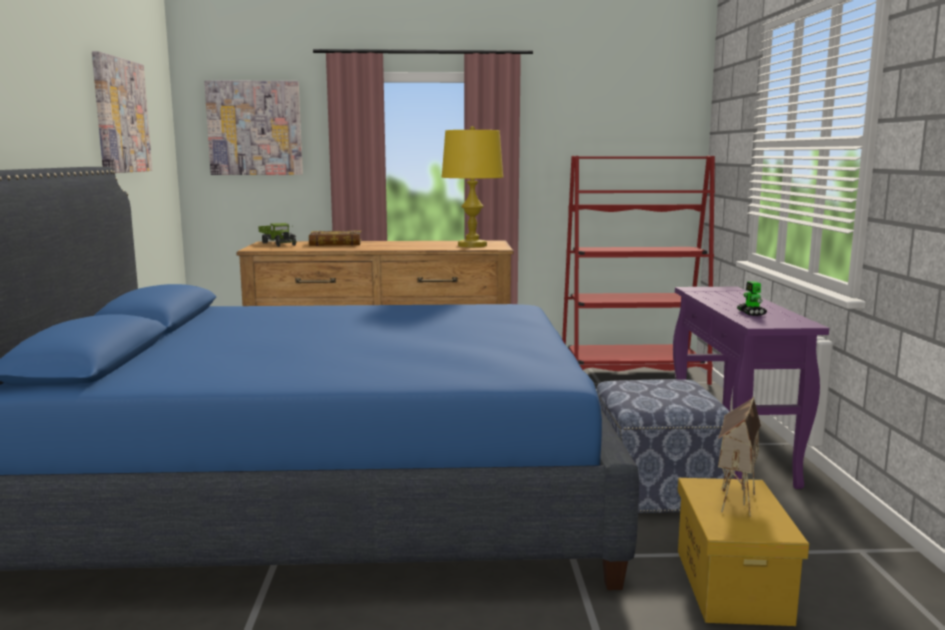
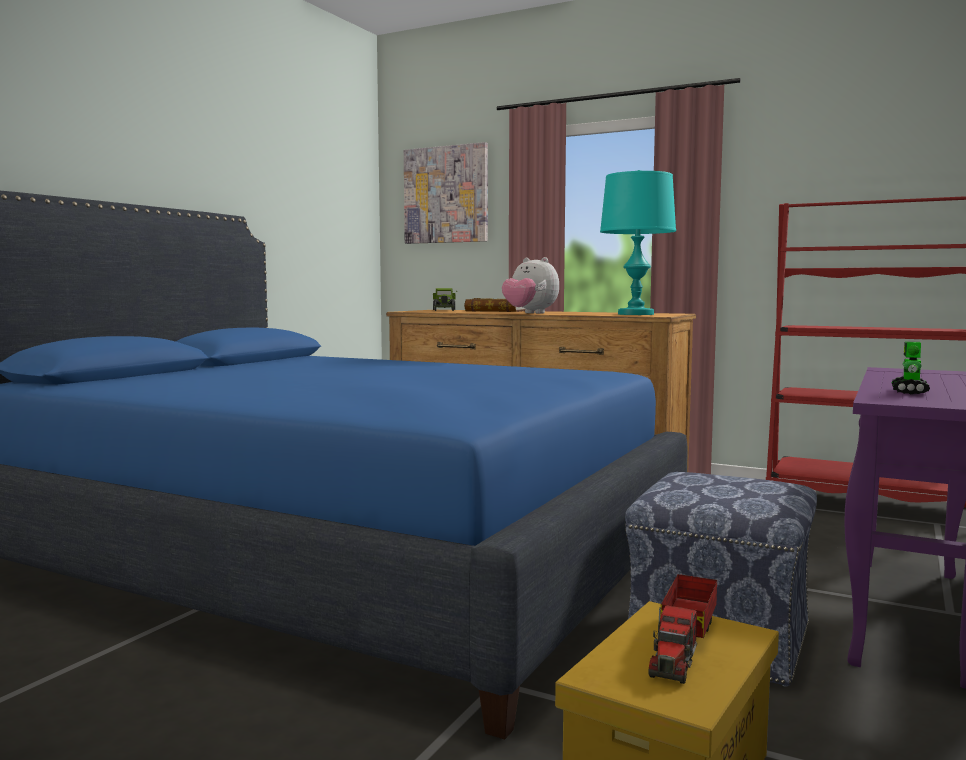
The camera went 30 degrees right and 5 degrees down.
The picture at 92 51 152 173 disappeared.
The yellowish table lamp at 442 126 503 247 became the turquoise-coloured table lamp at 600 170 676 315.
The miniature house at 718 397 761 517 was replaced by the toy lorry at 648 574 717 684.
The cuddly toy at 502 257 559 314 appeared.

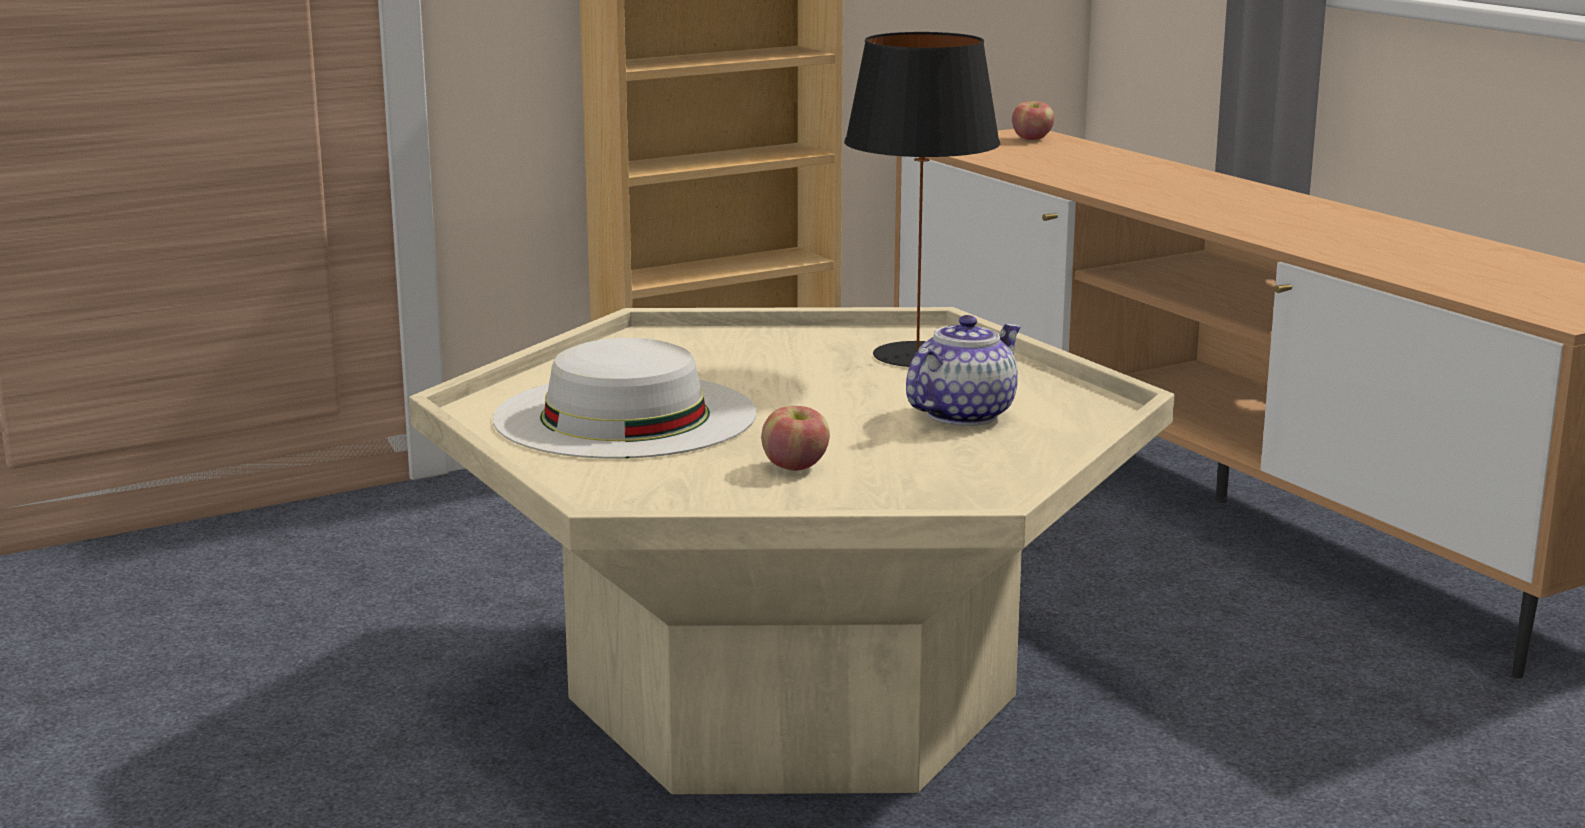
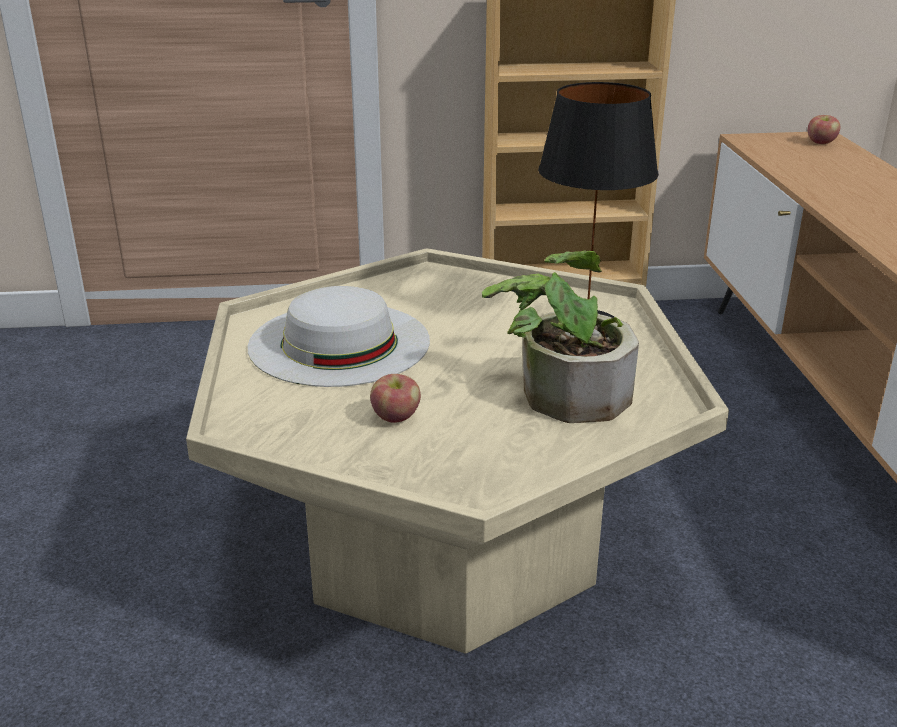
The camera went 25 degrees right and 10 degrees up.
The tea pot at 906 315 1021 426 was replaced by the houseplant at 482 251 639 423.

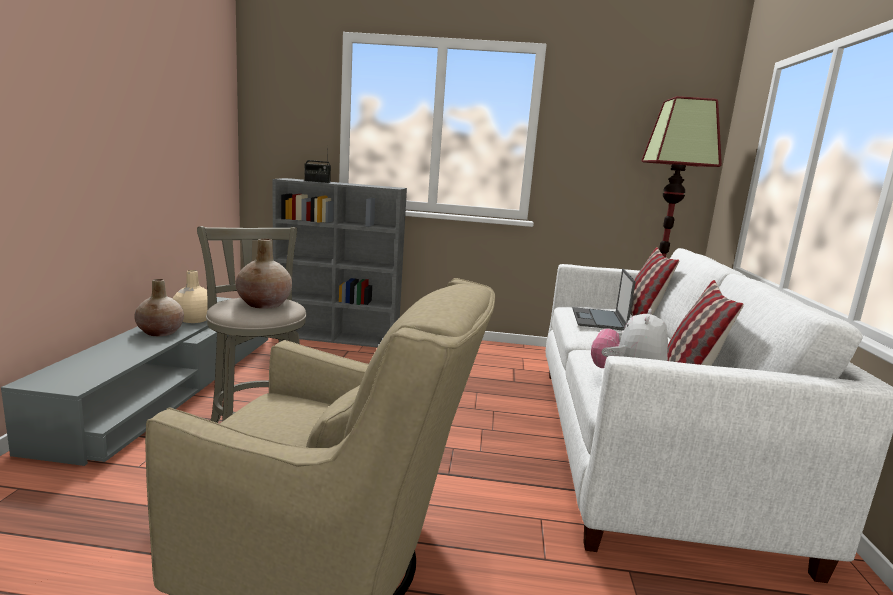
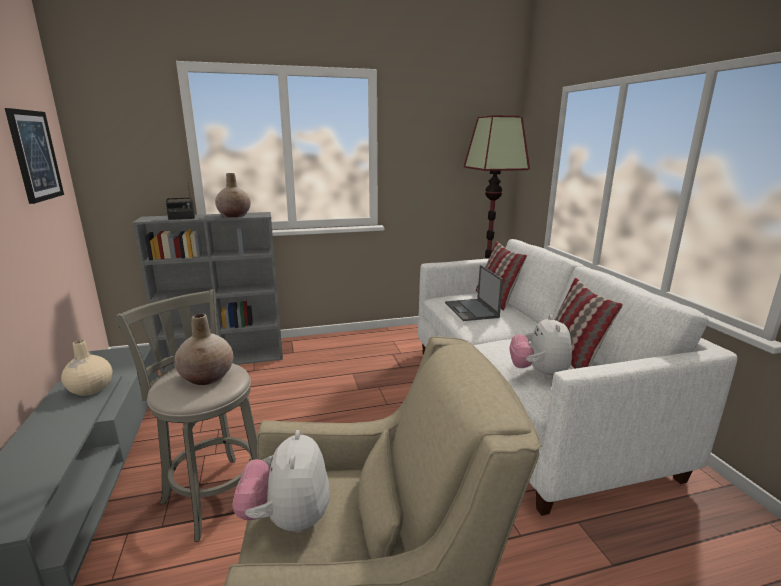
The camera went 20 degrees left and 5 degrees up.
The beige flower vase moved from 134 279 184 336 to 215 173 251 217.
The picture at 5 108 64 204 appeared.
The cuddly toy at 232 430 330 532 appeared.

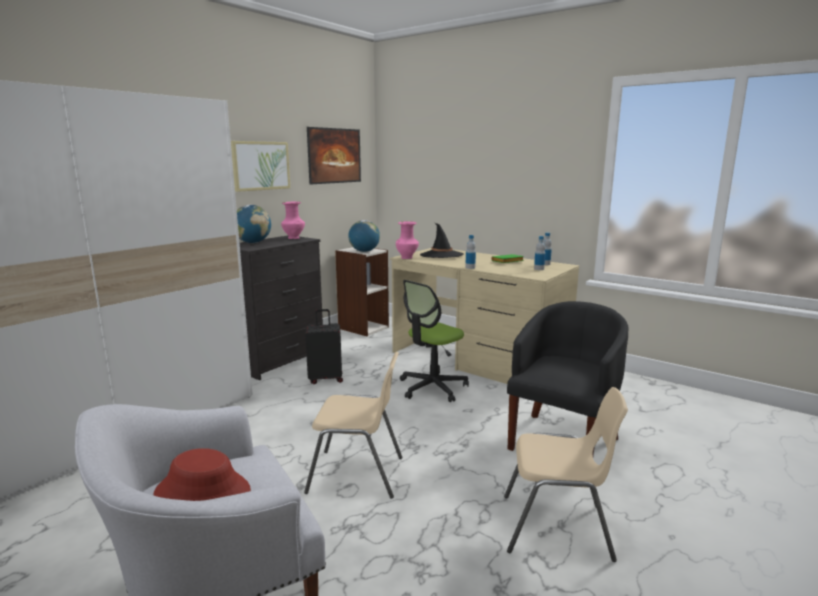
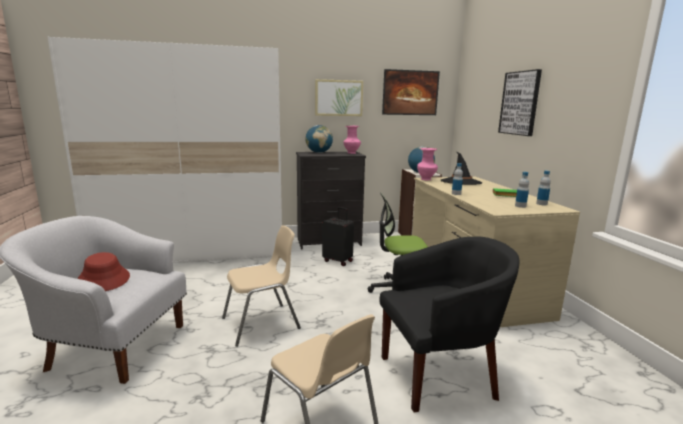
The camera went 40 degrees right and 0 degrees up.
The beige upright chair at 304 352 402 498 turned 75 degrees counterclockwise.
The picture at 498 69 542 136 appeared.

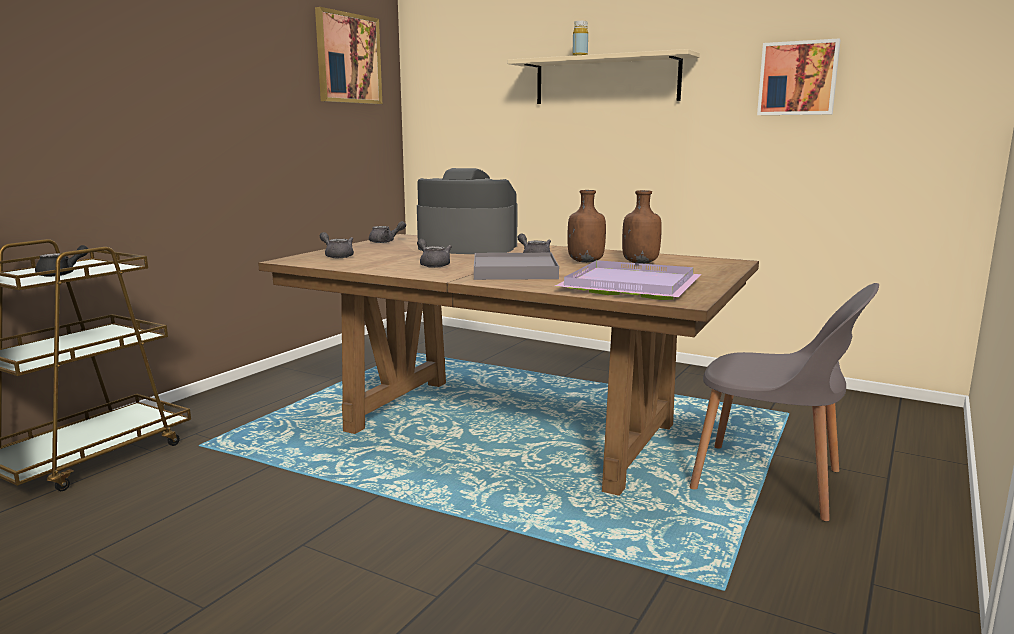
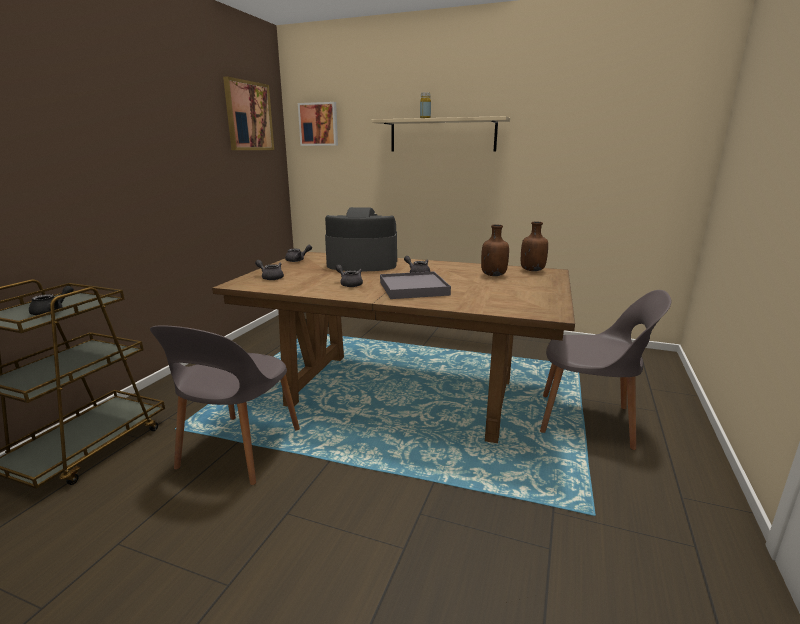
The camera went 10 degrees left and 5 degrees up.
The purple carrying tray at 555 260 701 300 disappeared.
The brownish bottle moved from 567 190 606 263 to 521 222 548 271.
The picture moved from 757 38 841 115 to 298 102 338 146.
The grey upright chair at 150 325 300 485 appeared.

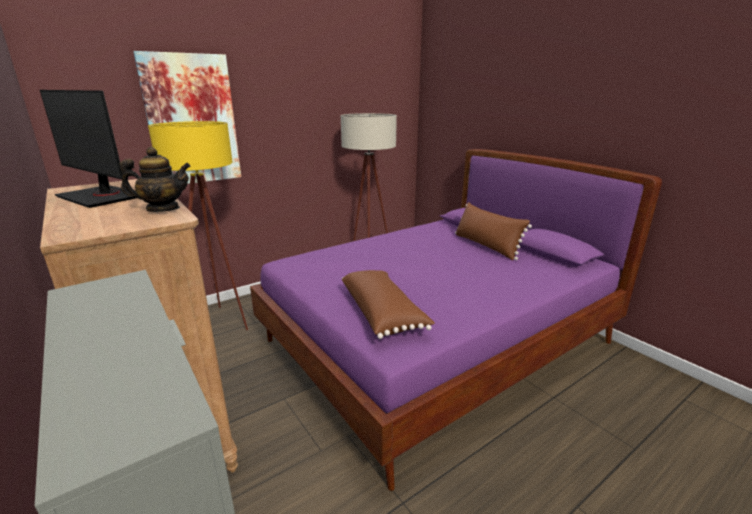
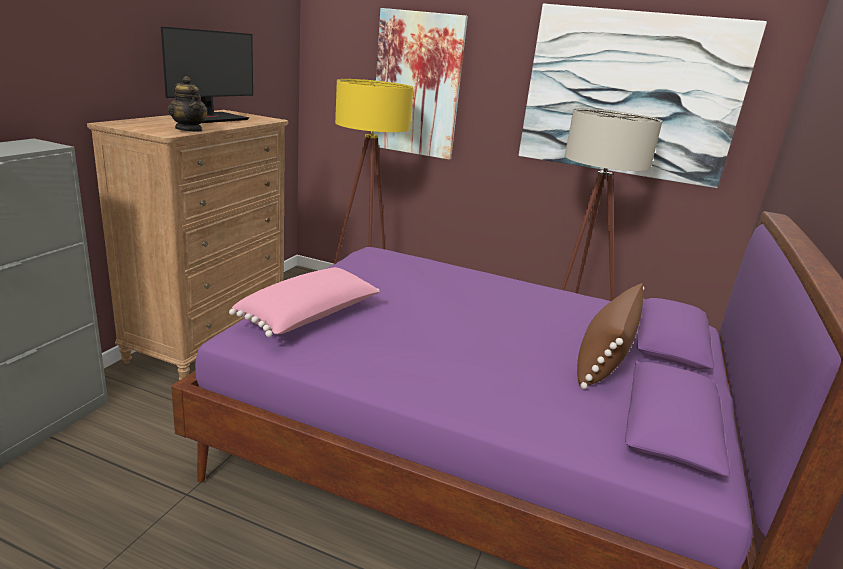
The camera went 55 degrees right and 0 degrees up.
The computer screen at 40 90 137 208 turned 150 degrees counterclockwise.
The brownish cushion at 342 270 435 339 became the pink cushion at 229 267 380 337.
The picture at 519 4 767 188 appeared.

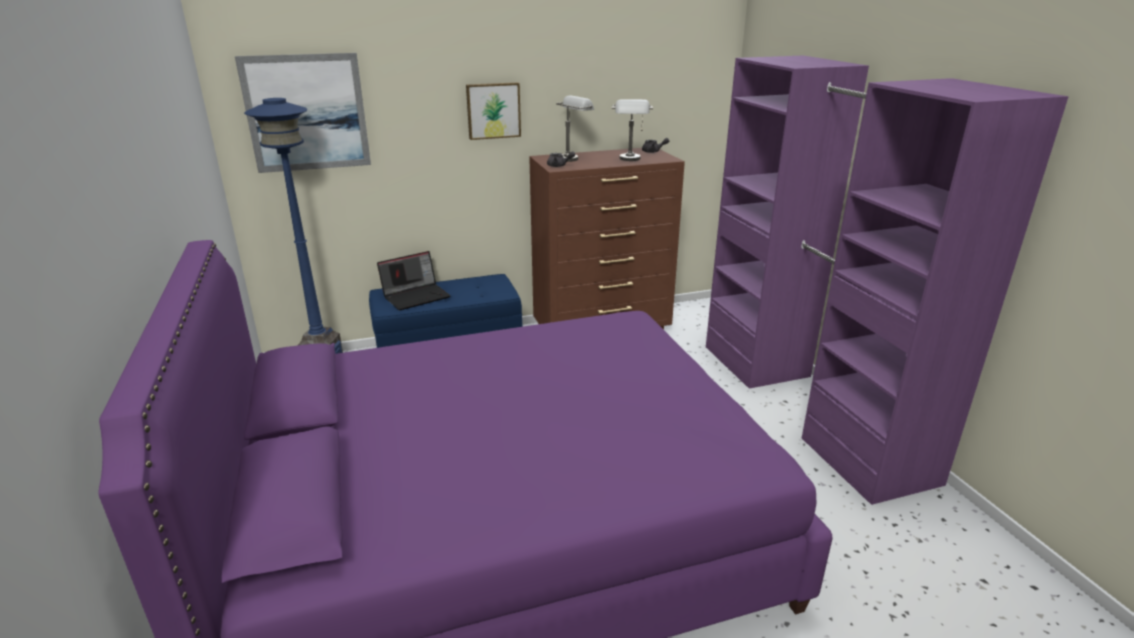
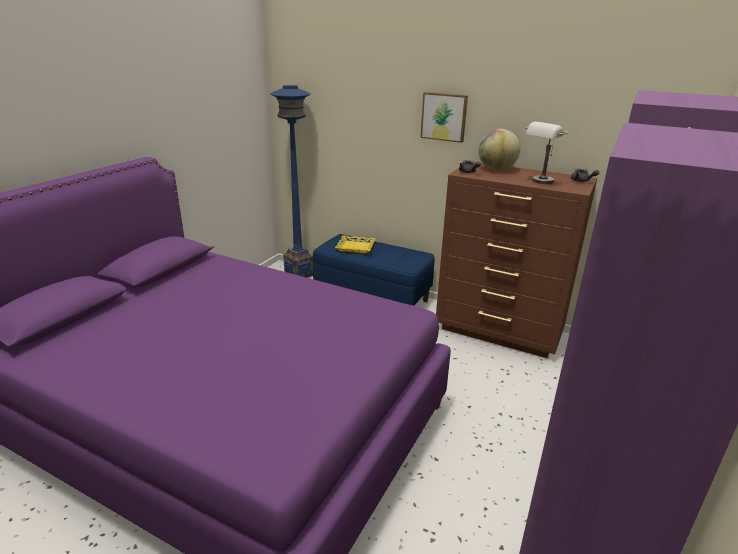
The camera went 45 degrees right and 0 degrees up.
The picture at 235 53 371 173 disappeared.
The notebook computer at 377 251 451 310 was replaced by the yellowish carrying tray at 335 235 376 254.
The grey table lamp at 556 96 594 162 was replaced by the desk globe at 478 129 520 171.

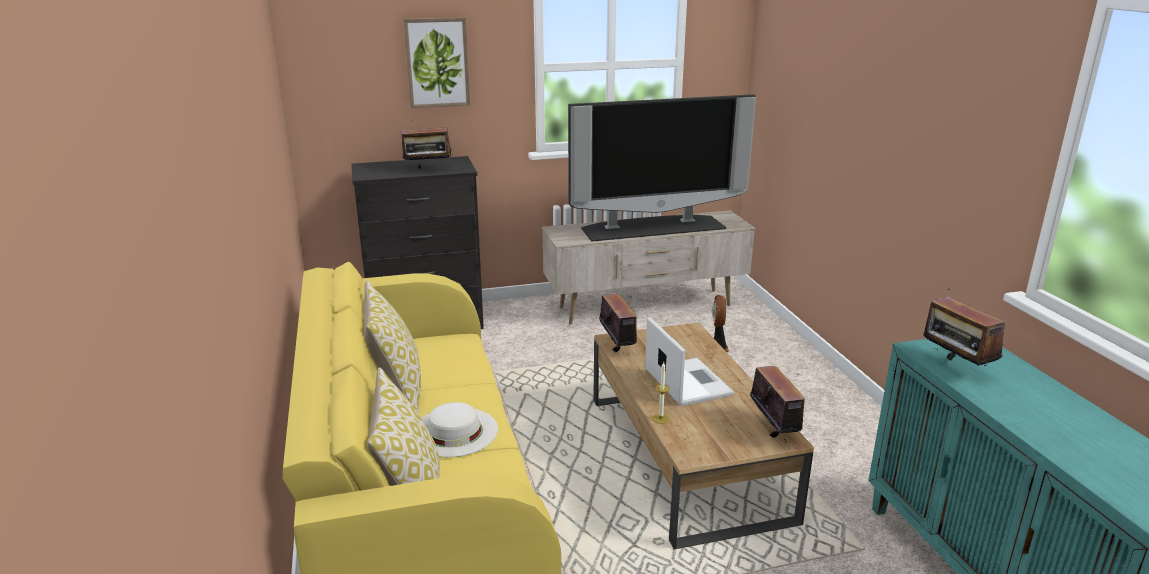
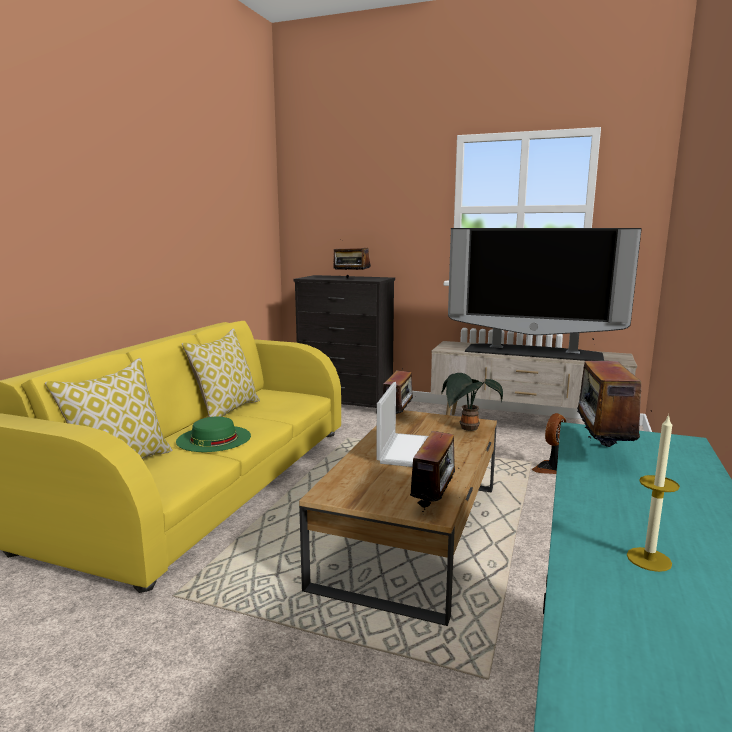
The camera went 35 degrees right and 10 degrees down.
The picture at 403 17 470 108 disappeared.
The white wearable hat at 421 402 498 457 became the greenish wearable hat at 176 417 251 452.
The candle moved from 652 362 670 424 to 627 414 680 572.
The houseplant at 441 373 503 431 appeared.

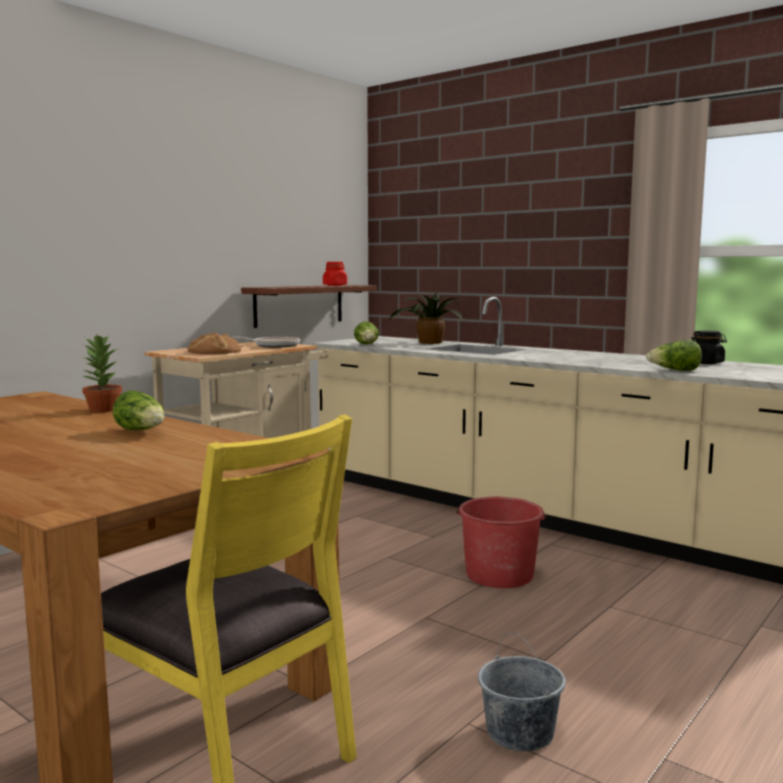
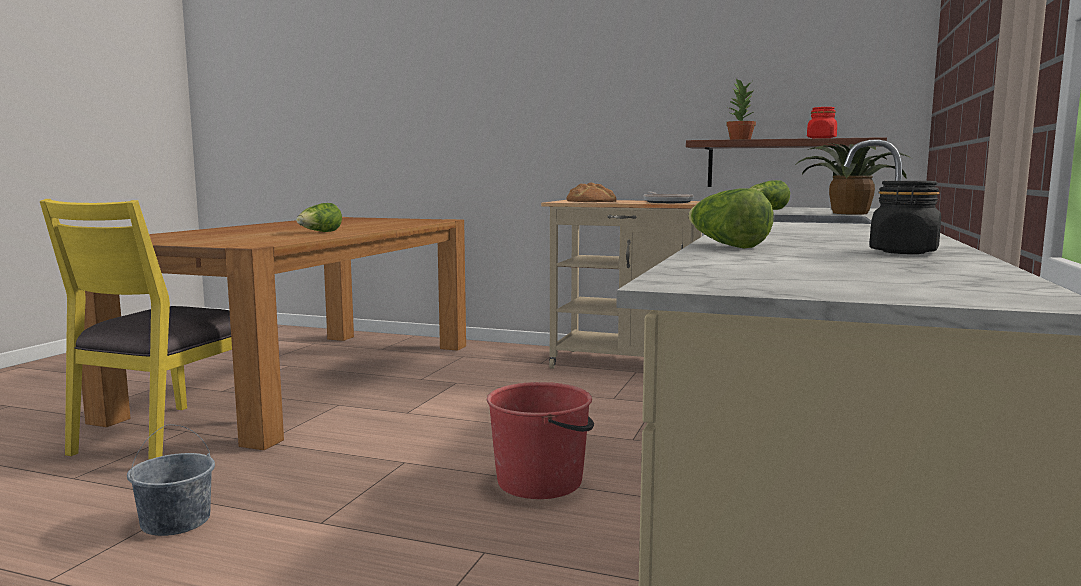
The camera went 70 degrees right and 0 degrees up.
The houseplant moved from 80 335 122 412 to 726 78 756 140.

